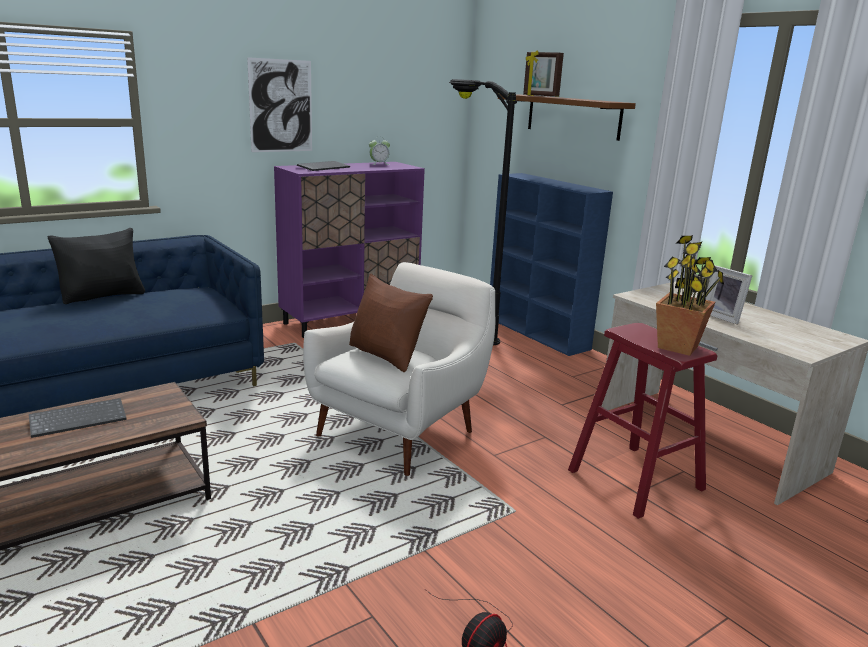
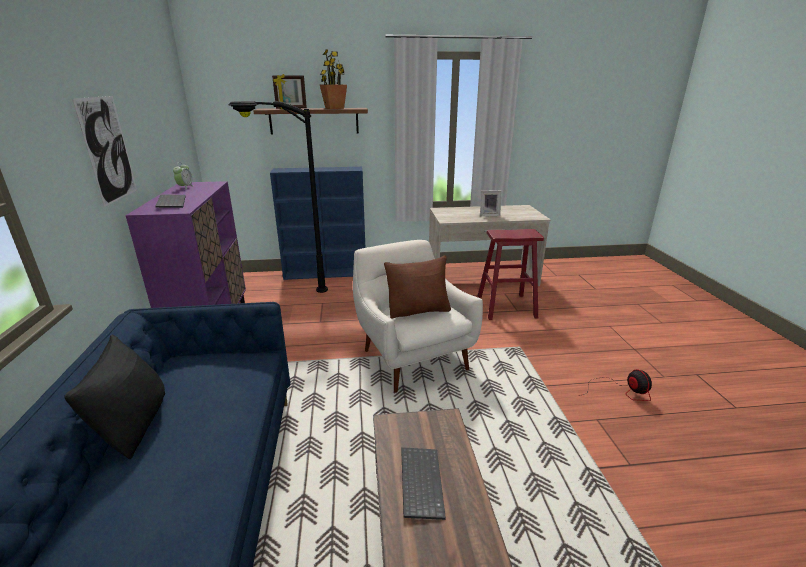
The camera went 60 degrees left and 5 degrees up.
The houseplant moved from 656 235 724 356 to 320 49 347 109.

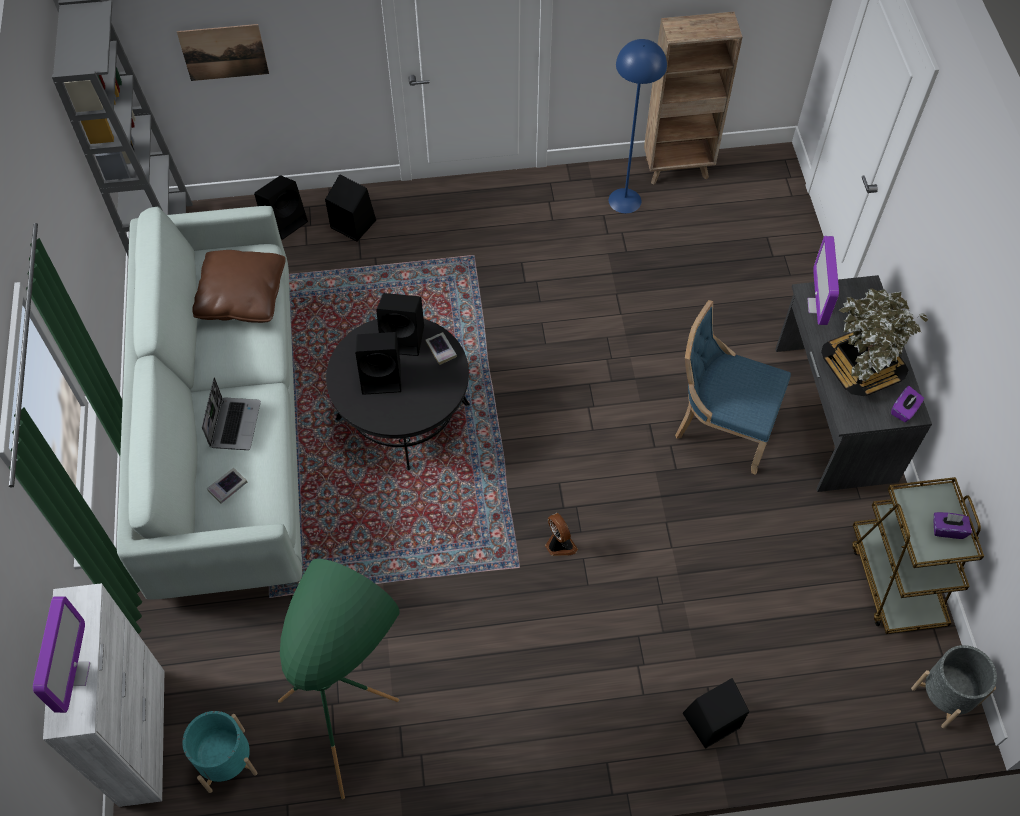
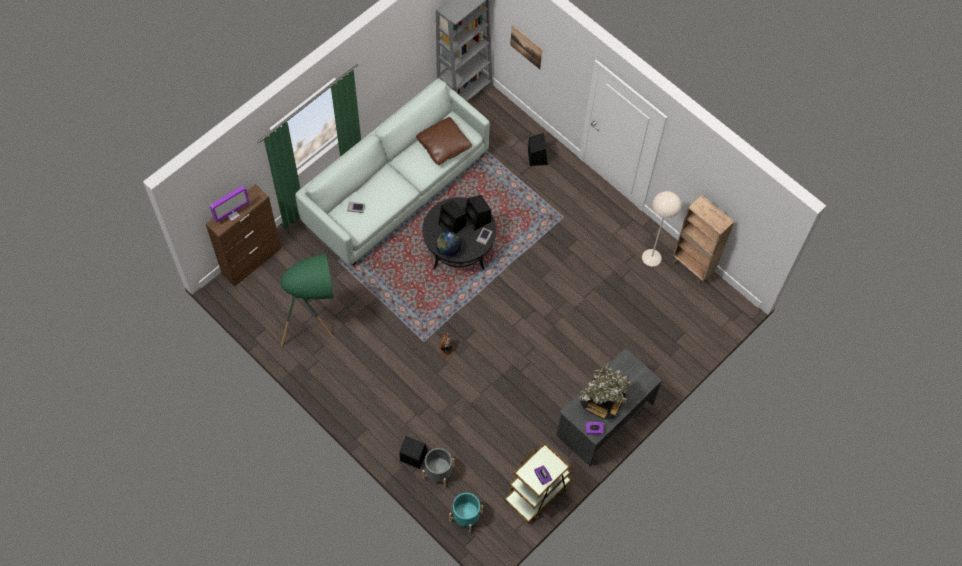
The camera went 50 degrees right and 5 degrees up.
The white cabinet at 43 583 165 807 became the brownish cabinet at 205 184 281 287.
The turquoise-coloured plant pot moved from 182 711 257 793 to 449 493 483 533.
The notebook computer at 202 378 261 450 disappeared.
The black-coloured audio speaker at 254 175 308 240 disappeared.
The blue-coloured standard lamp at 609 39 667 213 became the beige standard lamp at 642 191 681 266.
The blue-coloured upright chair at 675 300 791 475 disappeared.
The computer screen at 807 236 839 325 disappeared.
The grey plant pot moved from 911 645 997 728 to 422 448 454 488.
The desk globe at 436 231 461 257 appeared.

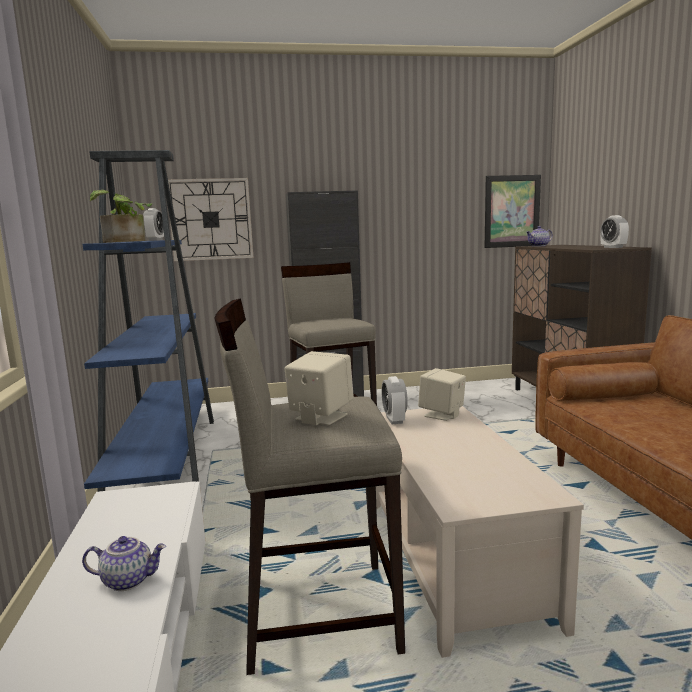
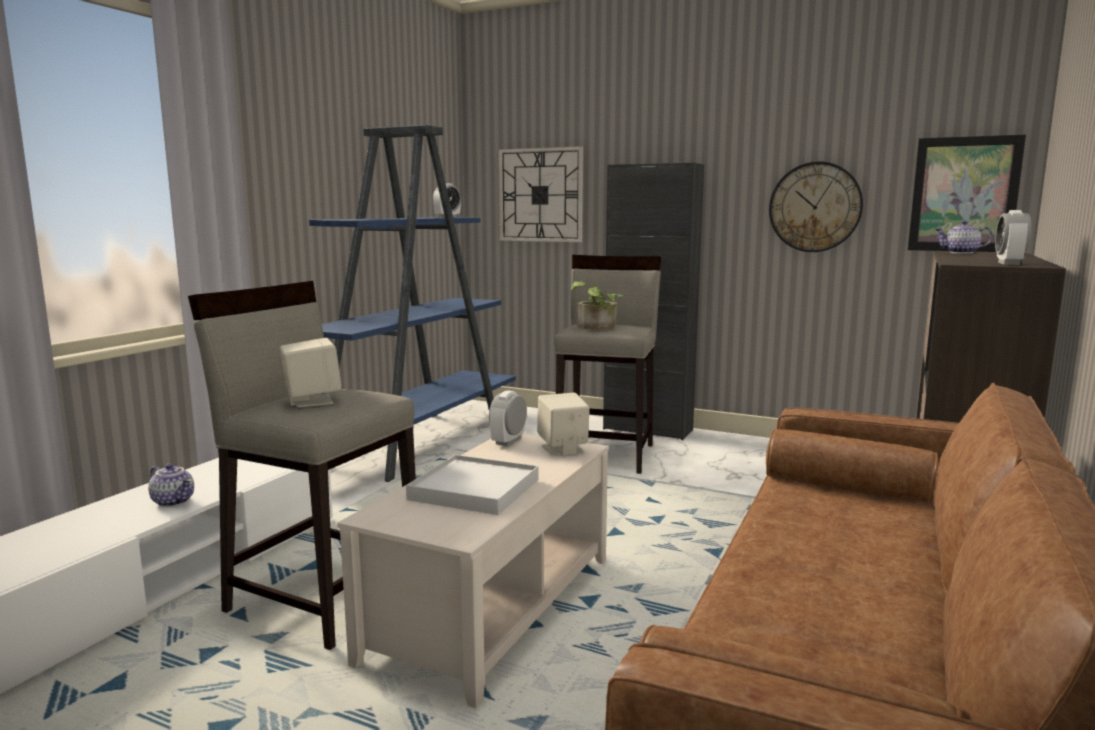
The camera went 35 degrees right and 0 degrees up.
The houseplant moved from 90 190 152 242 to 571 281 624 330.
The white carrying tray at 406 455 538 515 appeared.
The clock on the wall at 769 161 863 252 appeared.

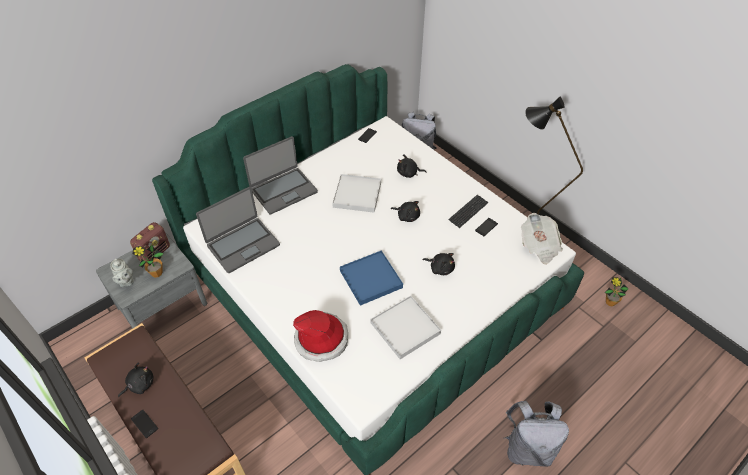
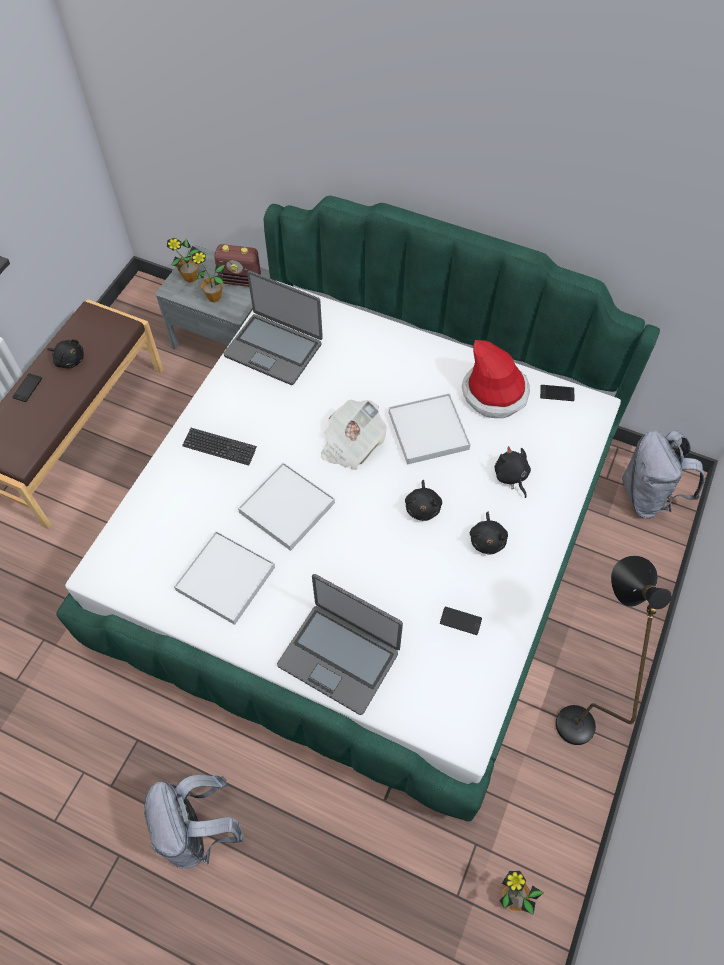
The camera went 65 degrees right and 10 degrees up.
The grey tea pot at 110 258 134 287 was replaced by the houseplant at 167 238 200 283.
The notebook computer moved from 243 136 318 214 to 277 574 403 715.
The wearable hat moved from 293 310 348 362 to 462 340 530 418.
The blue-coloured carrying tray at 340 251 403 306 became the white carrying tray at 238 462 335 551.
The black-coloured cuddly toy moved from 423 253 455 275 to 470 511 508 555.
The computer keyboard moved from 448 195 488 228 to 182 428 257 465.
The printed paper moved from 521 213 563 265 to 321 400 386 470.

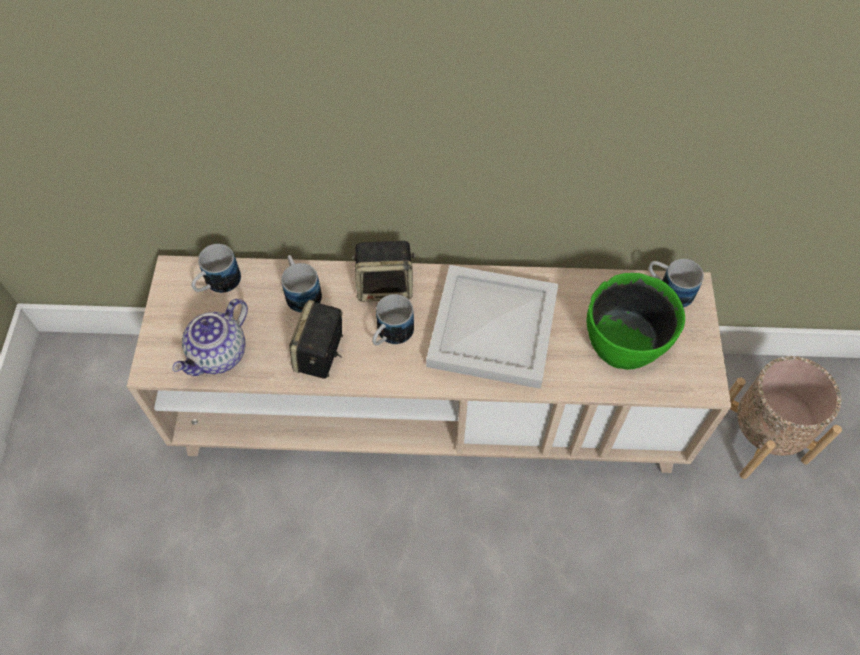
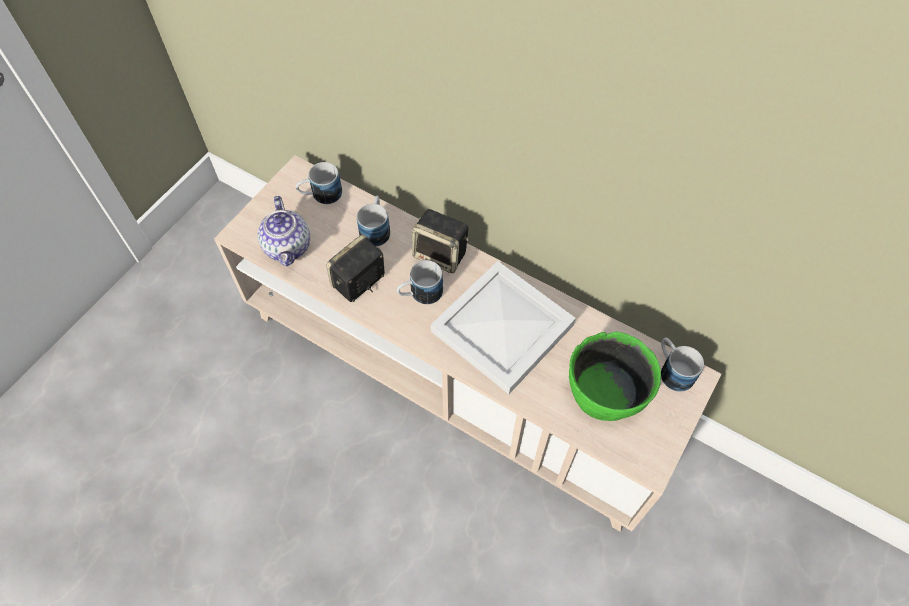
The camera went 30 degrees right and 0 degrees up.
The tea pot at 172 299 248 376 turned 75 degrees counterclockwise.
The beige plant pot at 729 356 842 479 disappeared.

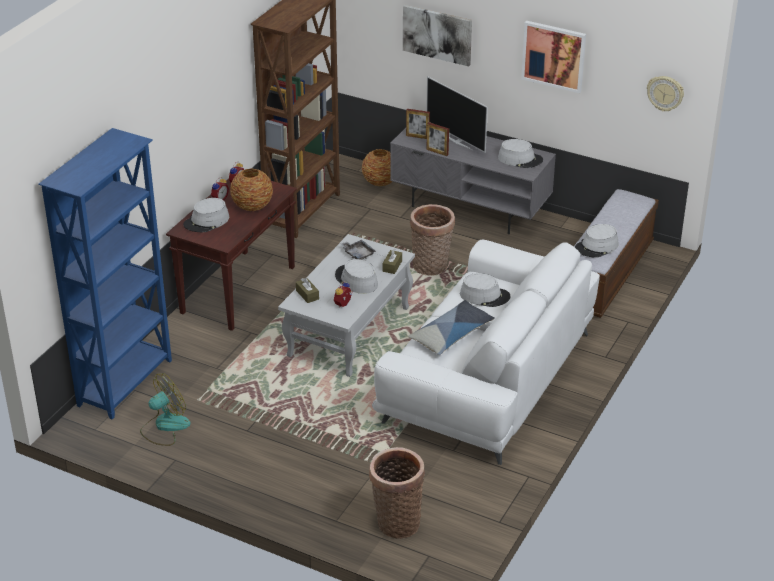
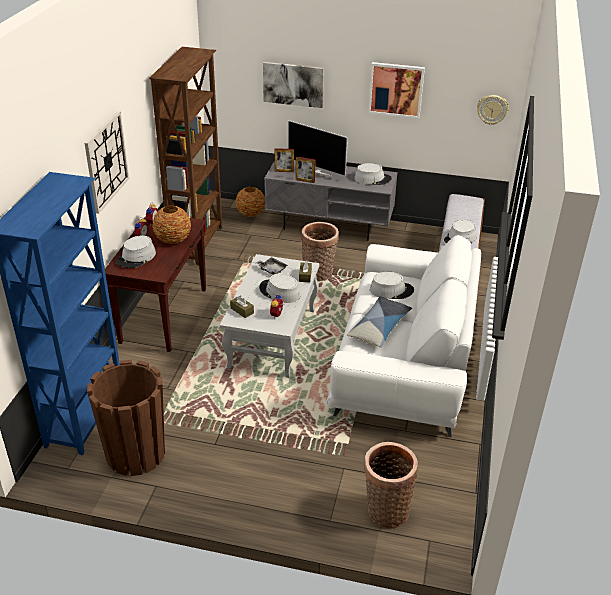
The camera went 15 degrees left and 0 degrees up.
The cooling fan at 140 373 191 446 was replaced by the brownish plant pot at 87 360 165 476.
The clock on the wall at 84 111 129 214 appeared.

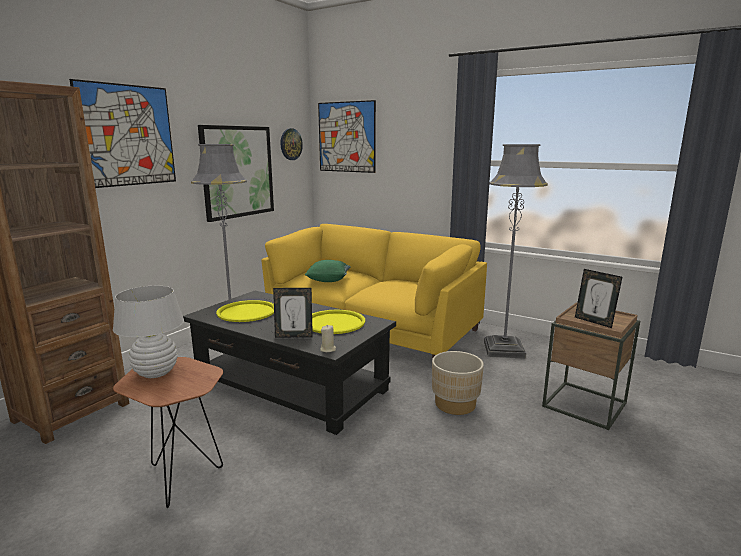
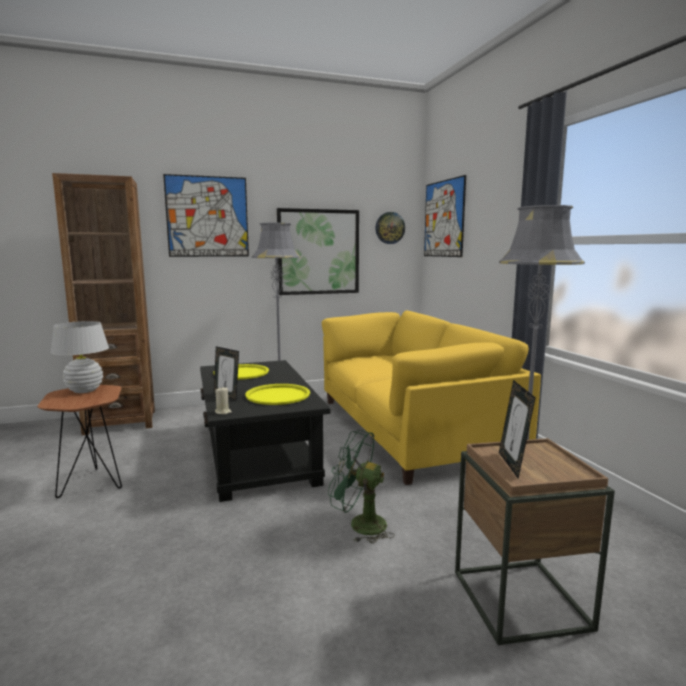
The camera went 40 degrees right and 5 degrees down.
The greenish cushion at 305 260 351 282 disappeared.
The beige plant pot at 432 351 484 415 was replaced by the greenish cooling fan at 328 430 395 544.

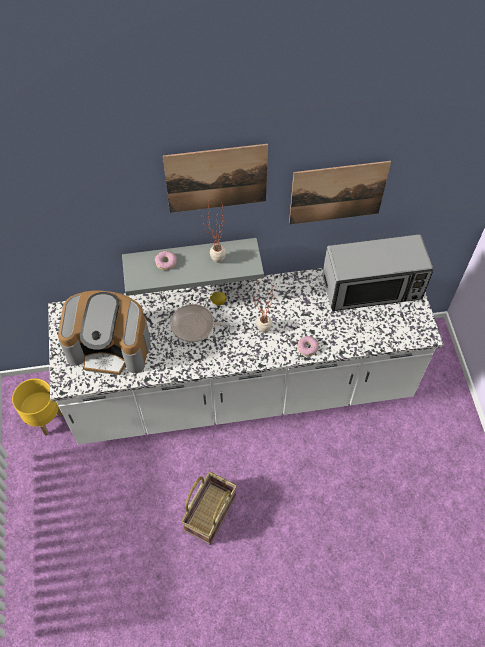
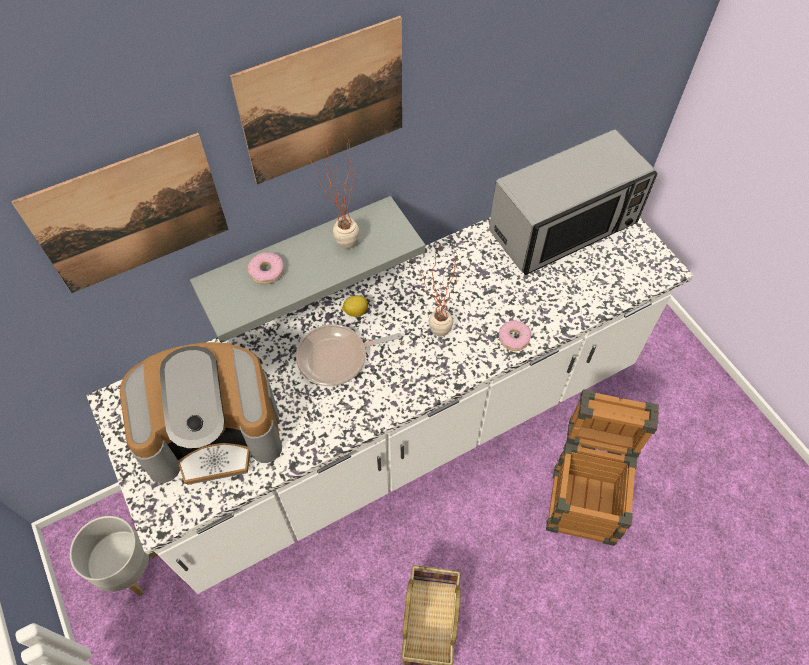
The camera went 20 degrees left and 0 degrees up.
The yellowish plant pot at 12 379 63 436 became the grey plant pot at 70 516 158 596.
The picture moved from 289 161 391 225 to 11 133 229 293.
The shipping crate at 546 389 659 546 appeared.

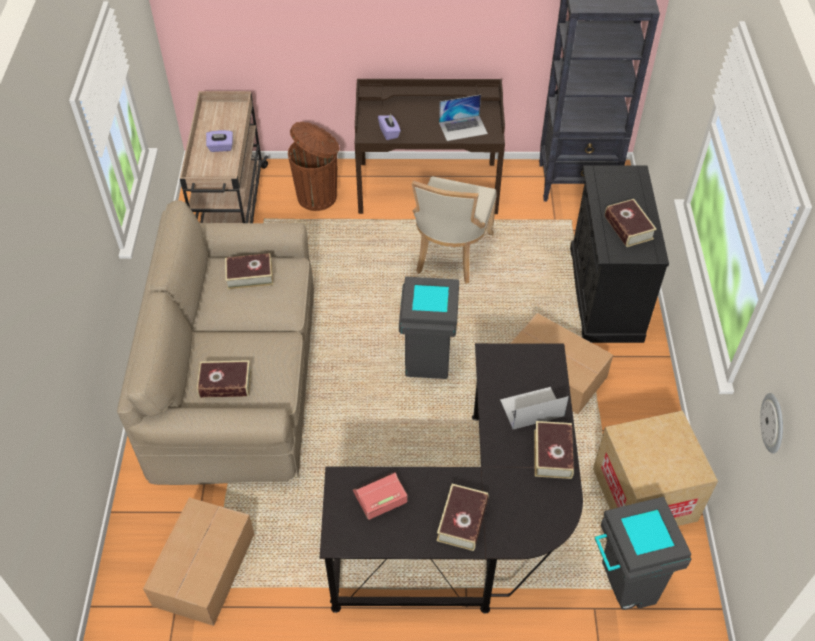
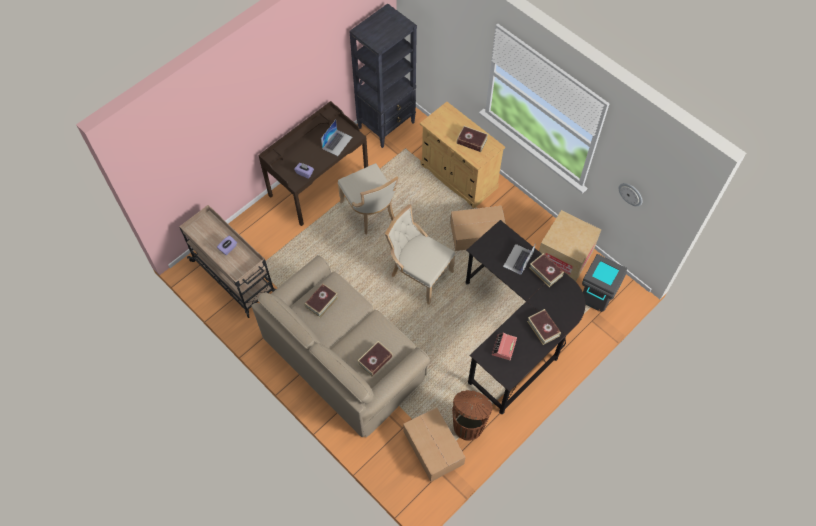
The camera went 45 degrees left and 10 degrees up.
The brownish waste bin moved from 288 122 340 211 to 452 390 492 441.
The grey waste bin at 399 277 459 379 was replaced by the beige upright chair at 385 204 455 304.
The black-coloured cabinet at 570 165 669 343 became the beige cabinet at 420 102 505 208.

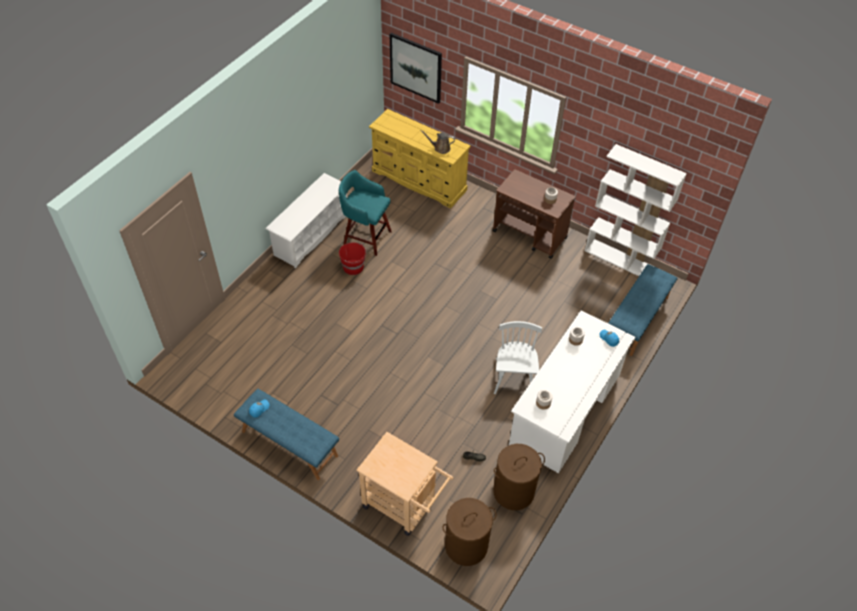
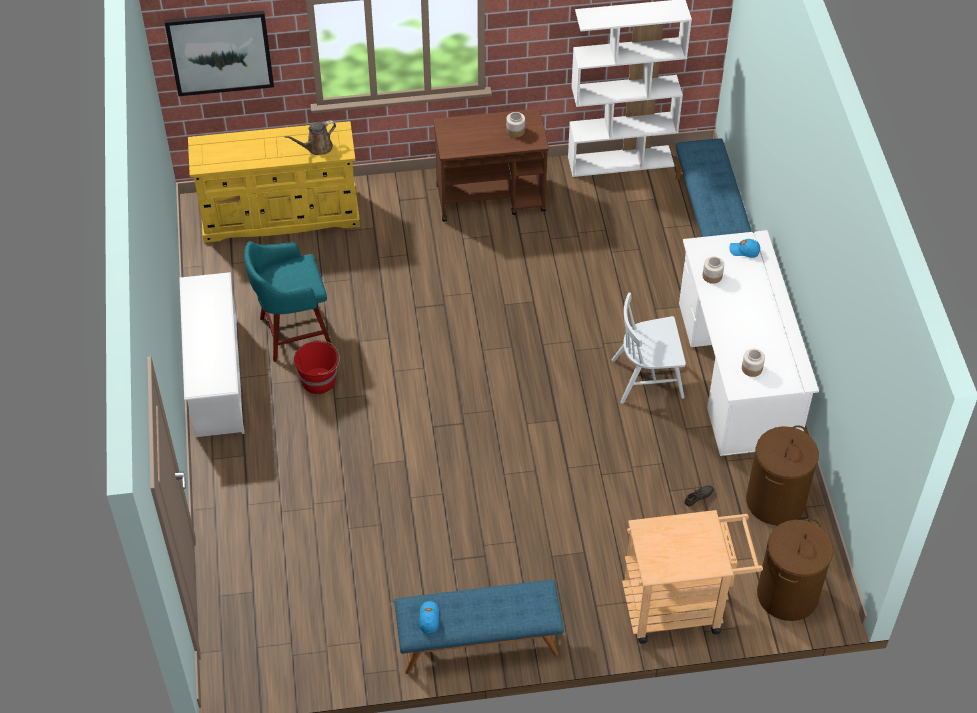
The camera went 40 degrees left and 0 degrees up.
The white upright chair at 494 321 542 394 turned 60 degrees counterclockwise.

